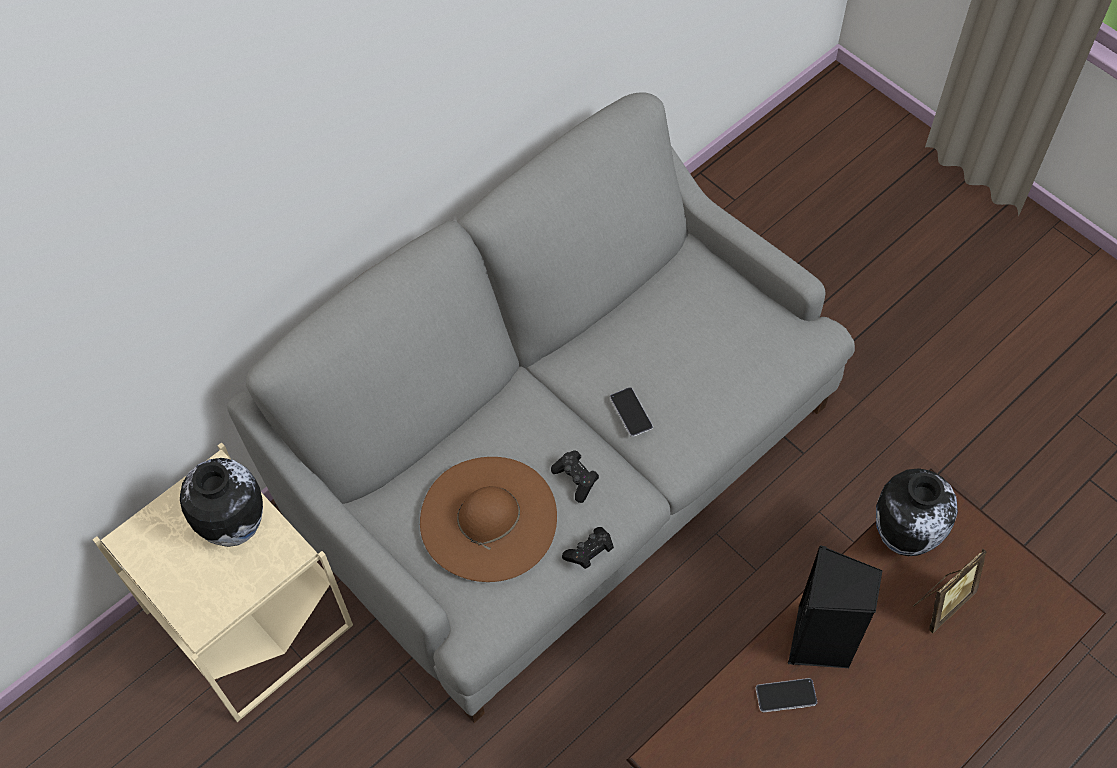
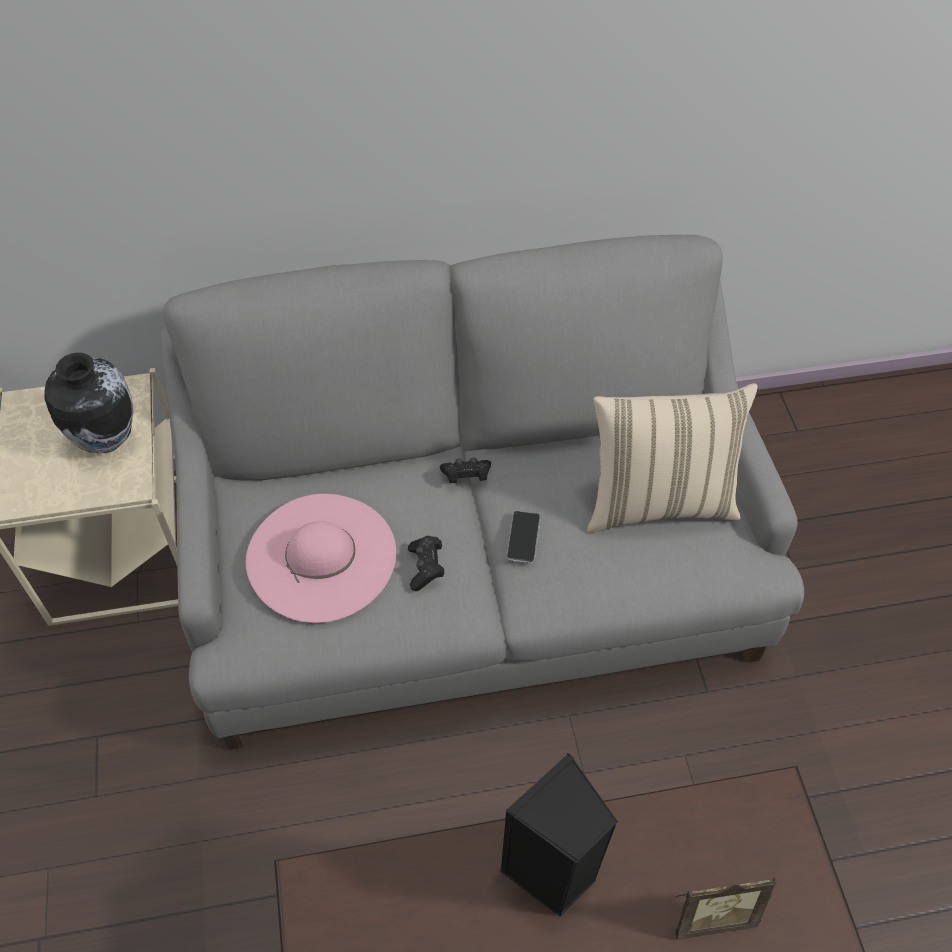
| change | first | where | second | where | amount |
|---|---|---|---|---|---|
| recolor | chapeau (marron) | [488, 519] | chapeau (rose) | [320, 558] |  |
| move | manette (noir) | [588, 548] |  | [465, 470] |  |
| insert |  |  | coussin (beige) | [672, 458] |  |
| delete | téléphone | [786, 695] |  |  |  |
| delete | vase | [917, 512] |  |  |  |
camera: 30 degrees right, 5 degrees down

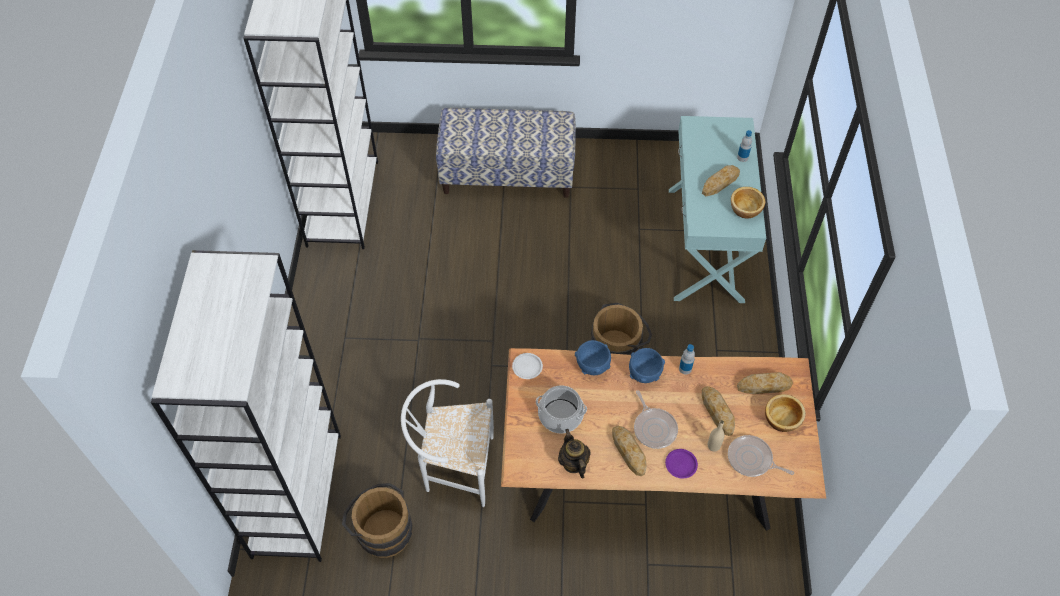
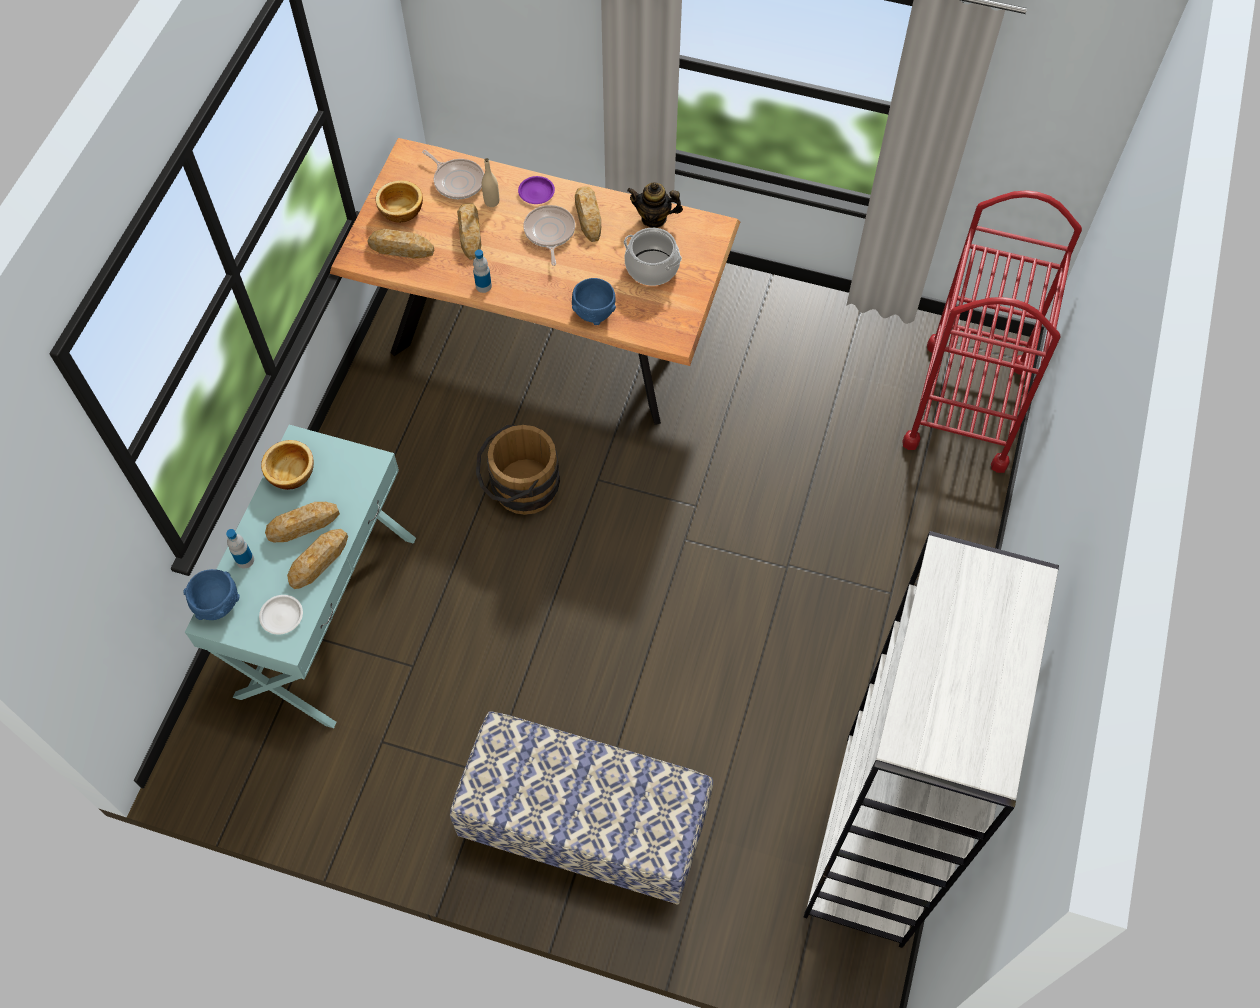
| change | first | where | second | where | amount |
|---|---|---|---|---|---|
| move | bol (bleu) | [647, 365] |  | [211, 594] |  |
| move | assiette (blanc) | [527, 366] |  | [281, 615] |  |
| insert |  |  | pain | [317, 559] |  |
| rotate | théière | [574, 453] |  | [655, 205] | 105 degrees clockwise |
| replace | bibliothèque (blanc) | [246, 406] | chariot (rouge) | [992, 331] |  |
| delete | seau (marron) | [377, 520] |  |  |  |
| delete | chaise (blanc) | [447, 443] |  |  |  |
camera: 165 degrees left, 5 degrees up

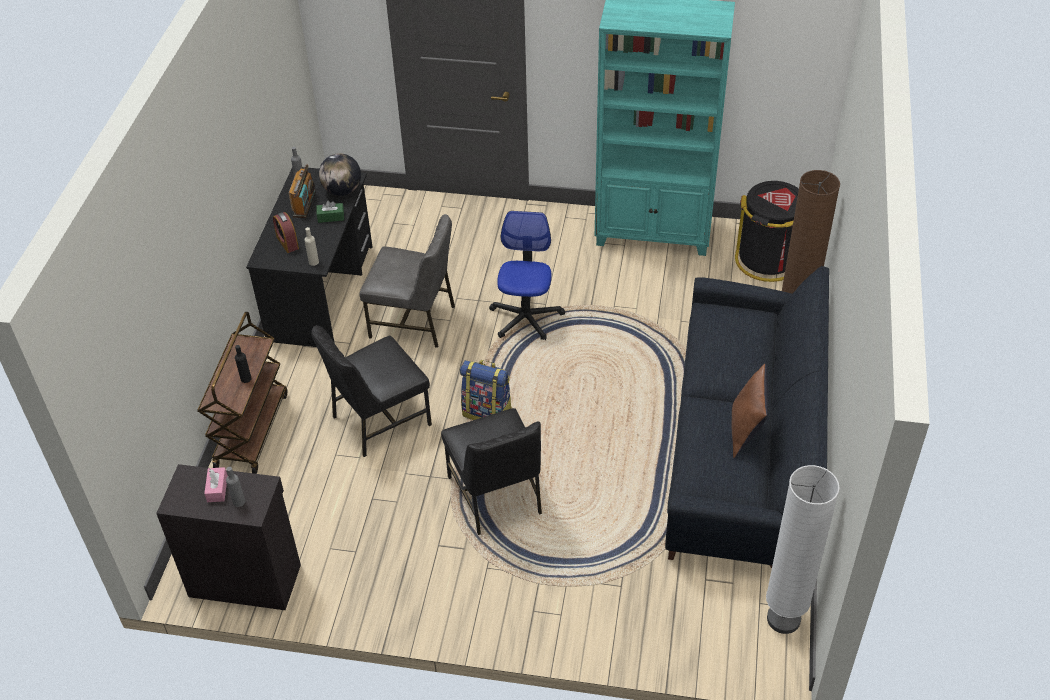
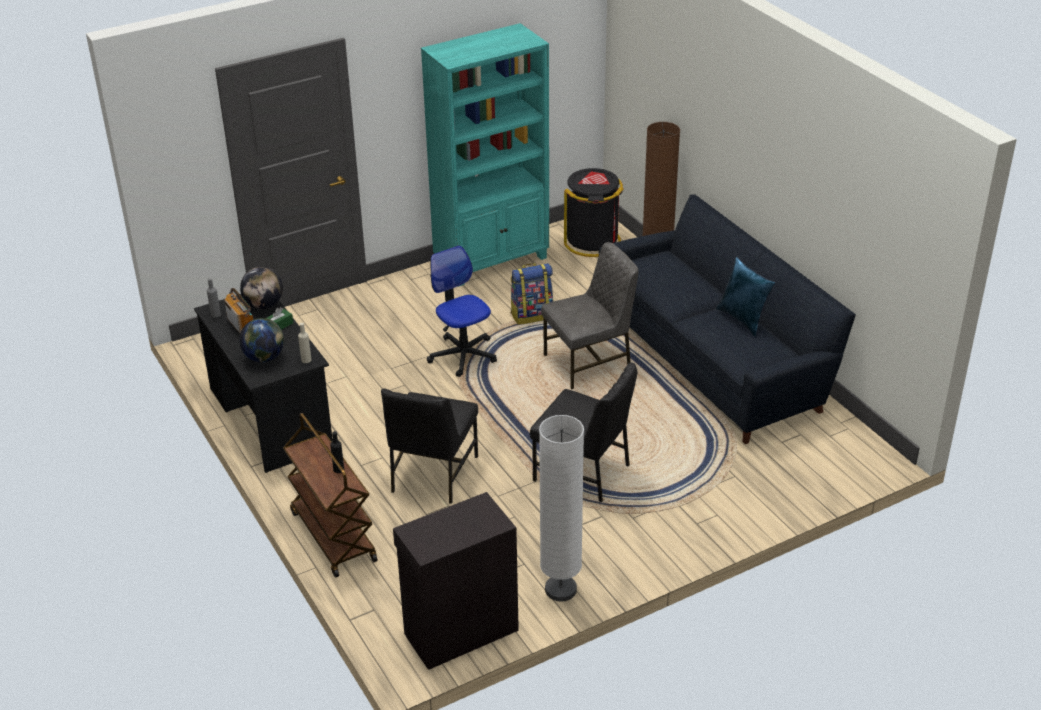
| change | first | where | second | where | amount |
|---|---|---|---|---|---|
| replace | réveil | [286, 232] | globe | [261, 340] |  |
| move | sac à dos | [486, 390] |  | [532, 294] |  |
| move | lampadaire (blanc) | [803, 549] |  | [561, 508] |  |
| move | chaise (gris) | [407, 281] |  | [590, 315] |  |
| recolor | coussin (marron) | [750, 411] | coussin (bleu) | [745, 297] |  |
| delete | boîte à mouchoirs (rose) | [216, 484] |  |  |  |
| delete | bouteille (gris) | [235, 487] |  |  |  |
camera: 40 degrees left, 10 degrees down

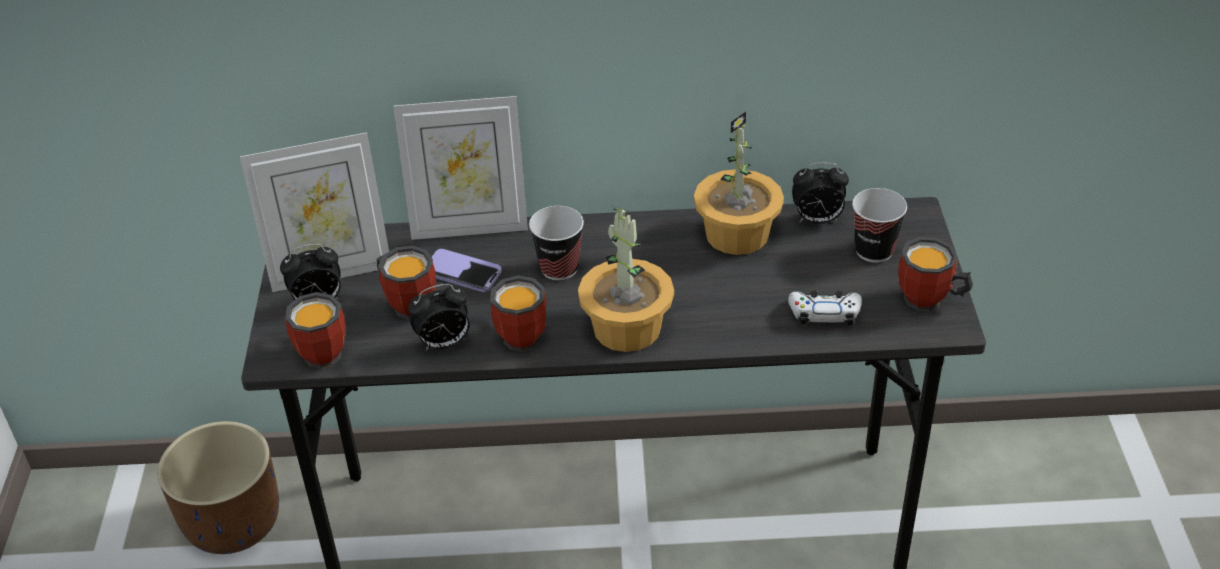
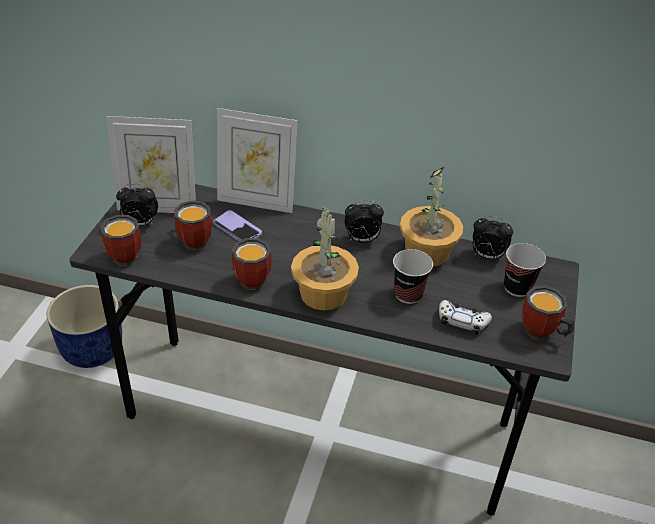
| change | first | where | second | where | amount |
|---|---|---|---|---|---|
| recolor | cache-pot (marron) | [218, 487] | cache-pot (bleu) | [84, 326] |  |
| move | réveil | [438, 317] |  | [364, 221] |  |
| move | tasse | [556, 243] |  | [413, 276] |  |
camera: 15 degrees right, 0 degrees up

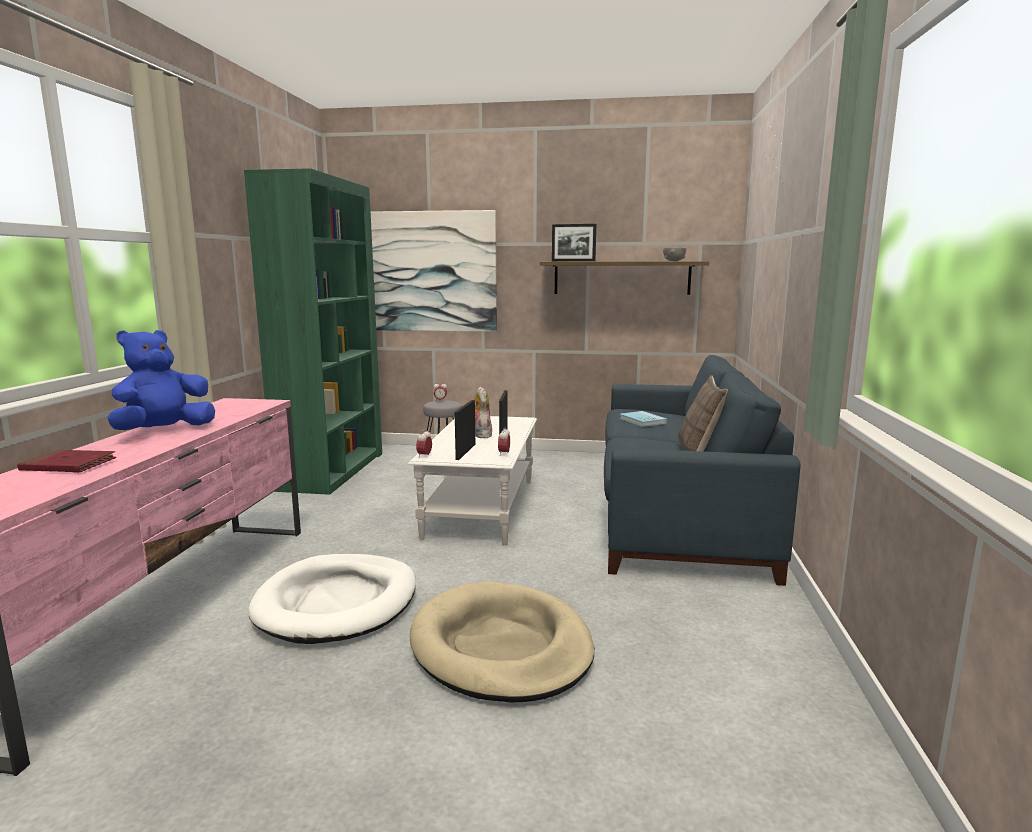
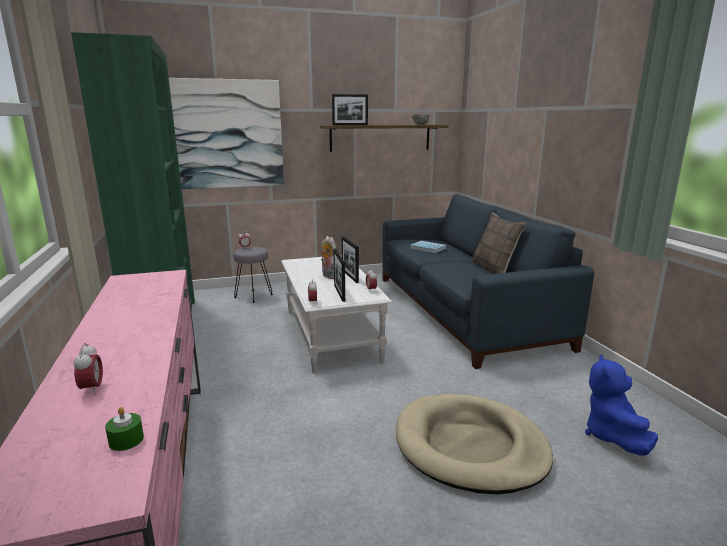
| change | first | where | second | where | amount |
|---|---|---|---|---|---|
| replace | livre (rouge) | [66, 461] | réveil | [88, 369] |  |
| insert |  |  | bougie (vert) | [124, 429] |  |
| move | peluche (bleu) | [161, 380] |  | [621, 405] |  |
| delete | panier pour chien (blanc) | [332, 599] |  |  |  |
camera: 25 degrees left, 5 degrees up

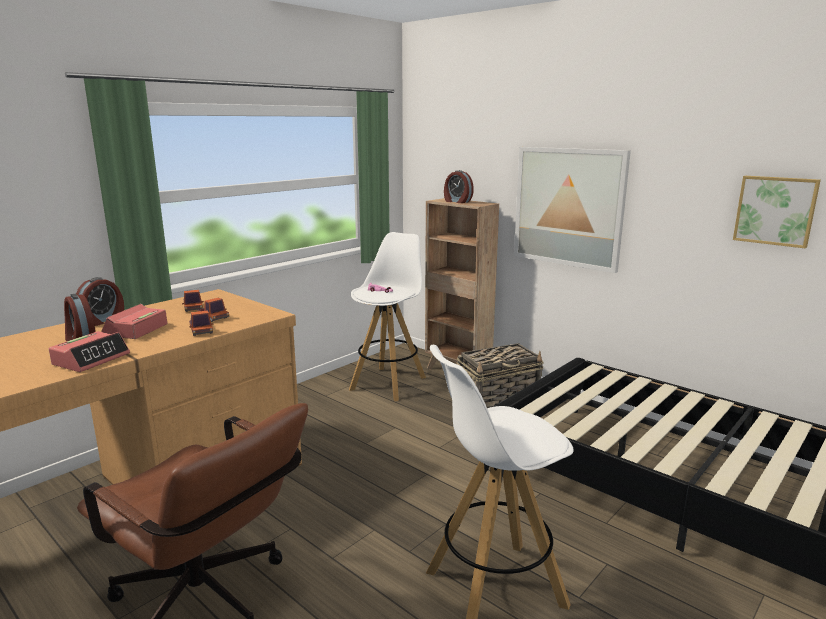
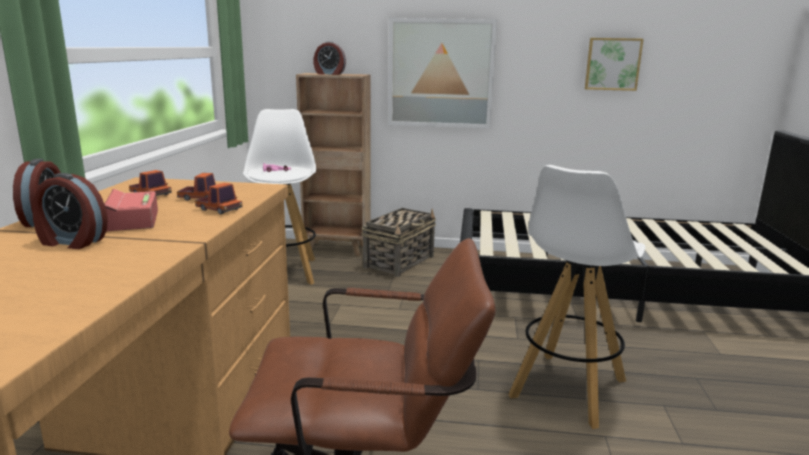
| change | first | where | second | where | amount |
|---|---|---|---|---|---|
| delete | réveil | [89, 351] |  |  |  |
camera: 35 degrees left, 0 degrees up

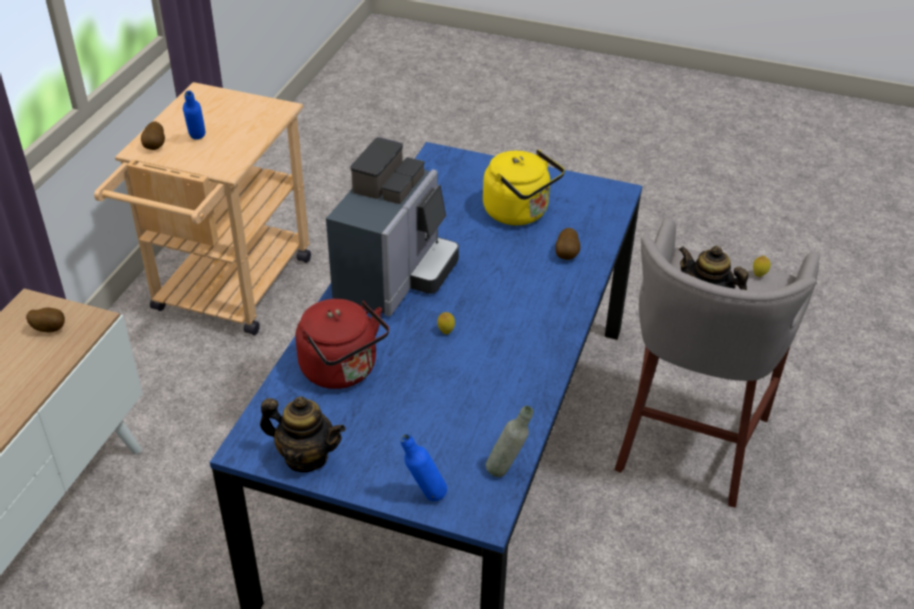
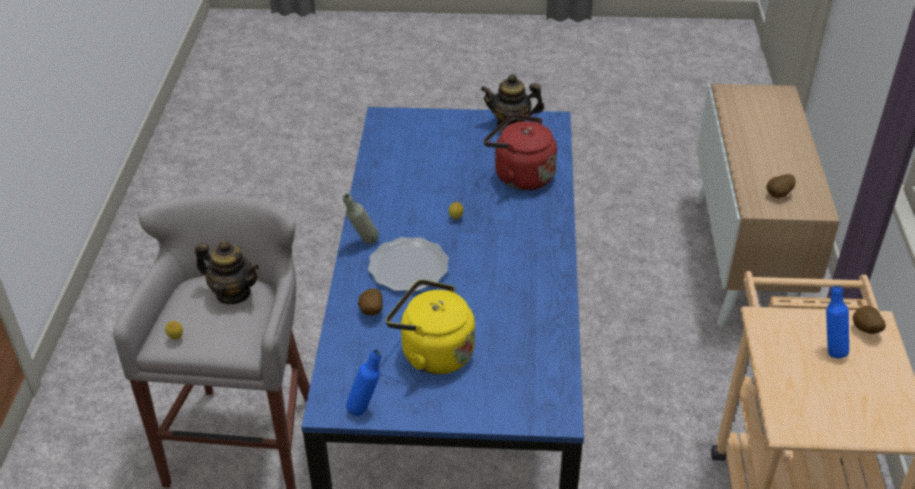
| change | first | where | second | where | amount |
|---|---|---|---|---|---|
| move | bouteille (gris) | [509, 441] |  | [361, 219] |  |
| move | bouteille (bleu) | [423, 467] |  | [363, 382] |  |
| insert |  |  | assiette | [408, 264] |  |
| delete | machine à café | [392, 226] |  |  |  |
camera: 165 degrees right, 0 degrees up

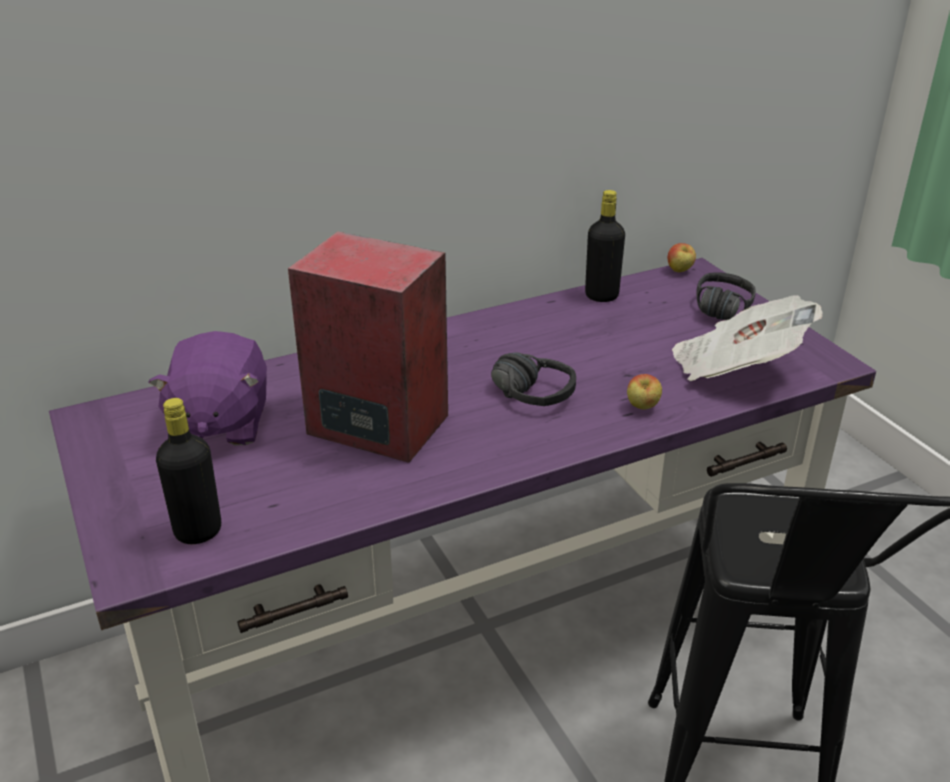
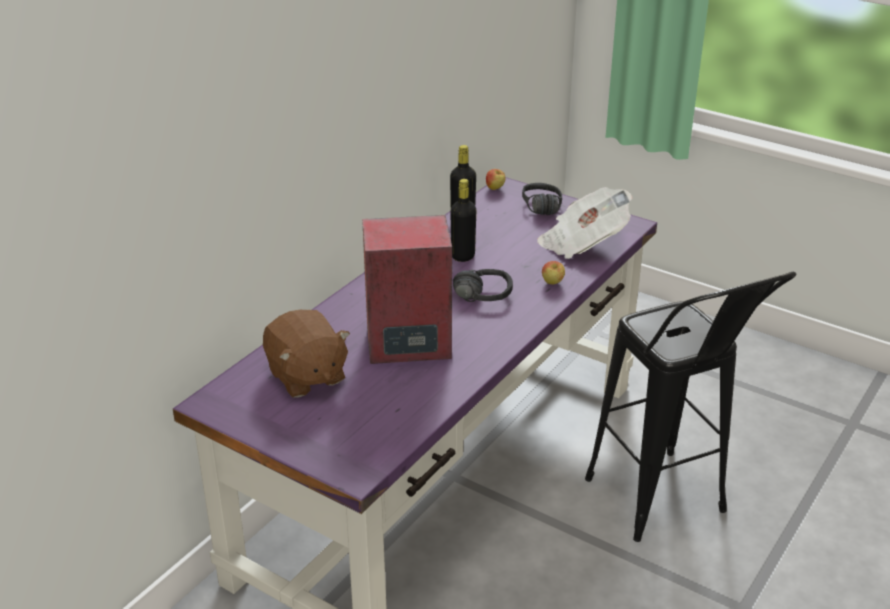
| change | first | where | second | where | amount |
|---|---|---|---|---|---|
| recolor | peluche (violet) | [207, 388] | peluche (marron) | [306, 354] |  |
| move | bouteille (noir) | [188, 471] |  | [463, 220] |  |
camera: 30 degrees left, 0 degrees up

